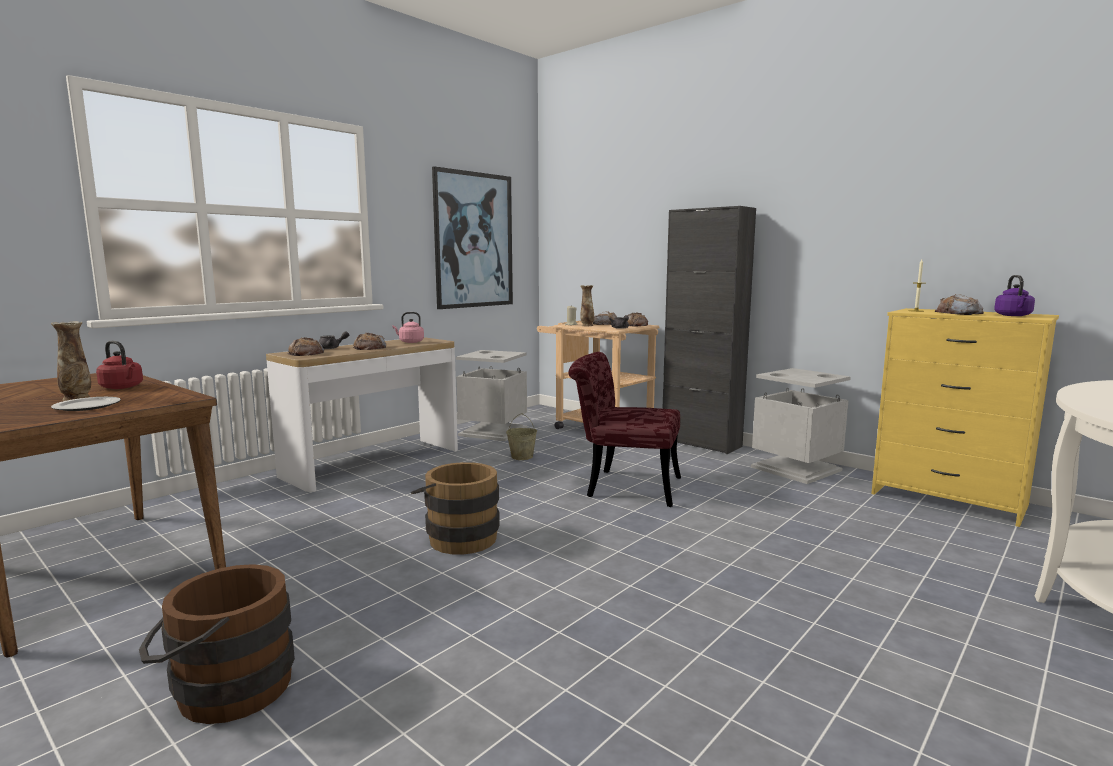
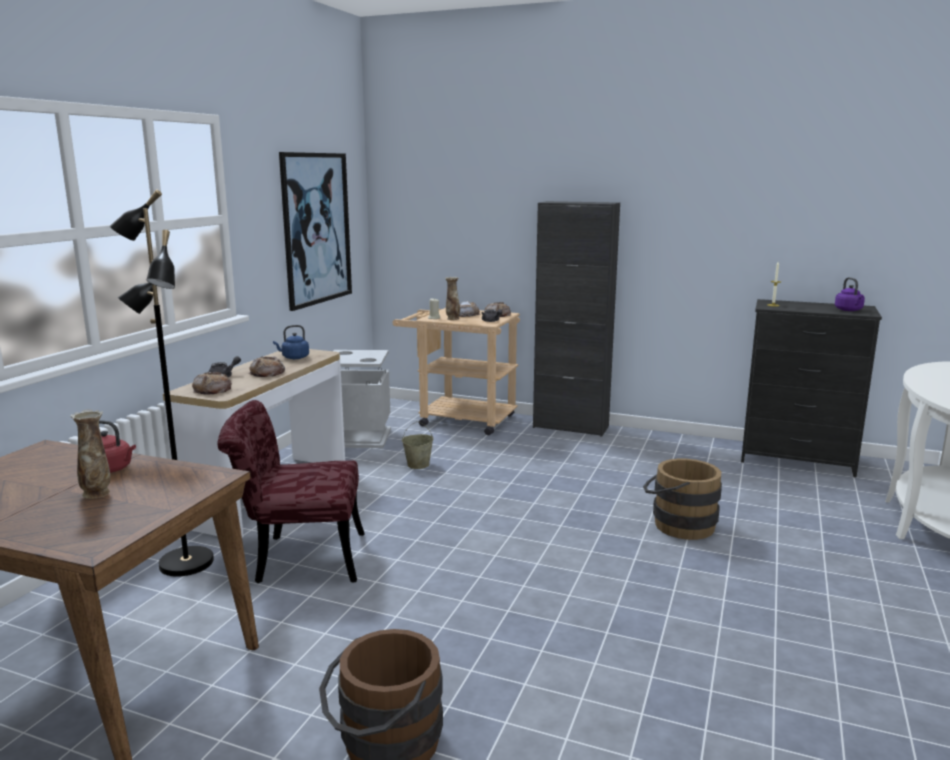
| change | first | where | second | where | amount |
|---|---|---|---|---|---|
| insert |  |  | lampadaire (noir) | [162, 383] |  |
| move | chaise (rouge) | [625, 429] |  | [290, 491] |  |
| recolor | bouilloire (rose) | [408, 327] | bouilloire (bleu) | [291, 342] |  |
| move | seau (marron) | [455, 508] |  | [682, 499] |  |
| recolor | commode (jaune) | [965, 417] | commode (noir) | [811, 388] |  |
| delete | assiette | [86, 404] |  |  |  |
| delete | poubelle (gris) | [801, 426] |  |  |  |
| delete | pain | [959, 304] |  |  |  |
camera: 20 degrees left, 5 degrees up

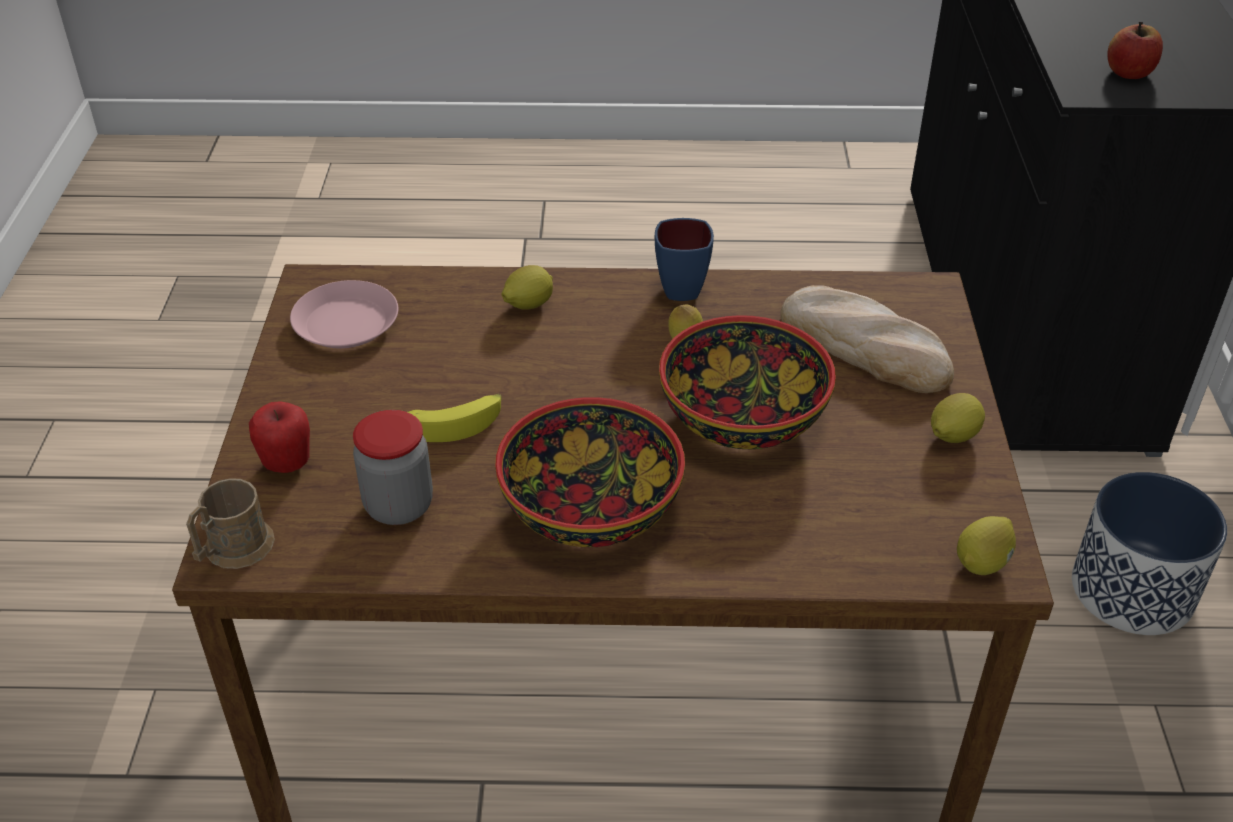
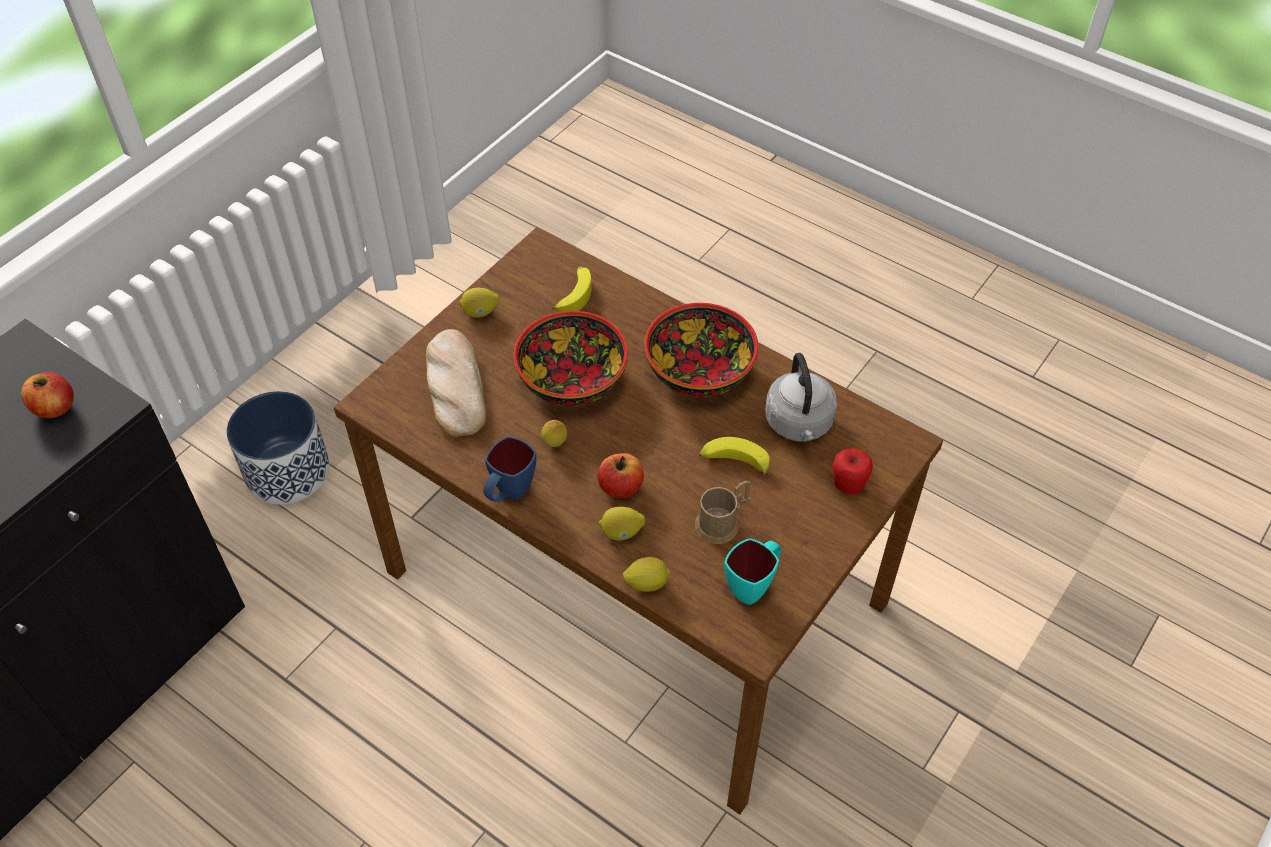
| change | first | where | second | where | amount |
|---|---|---|---|---|---|
| insert |  |  | banane | [572, 289] |  |
| insert |  |  | pomme | [620, 475] |  |
| move | citron | [986, 545] |  | [647, 574] |  |
| move | mug (marron) | [230, 523] |  | [723, 512] |  |
| replace | assiette (rose) | [344, 314] | mug (turquoise) | [753, 571] |  |
| replace | bocal | [393, 467] | bouilloire (gris) | [801, 397] |  |
camera: 145 degrees left, 10 degrees up

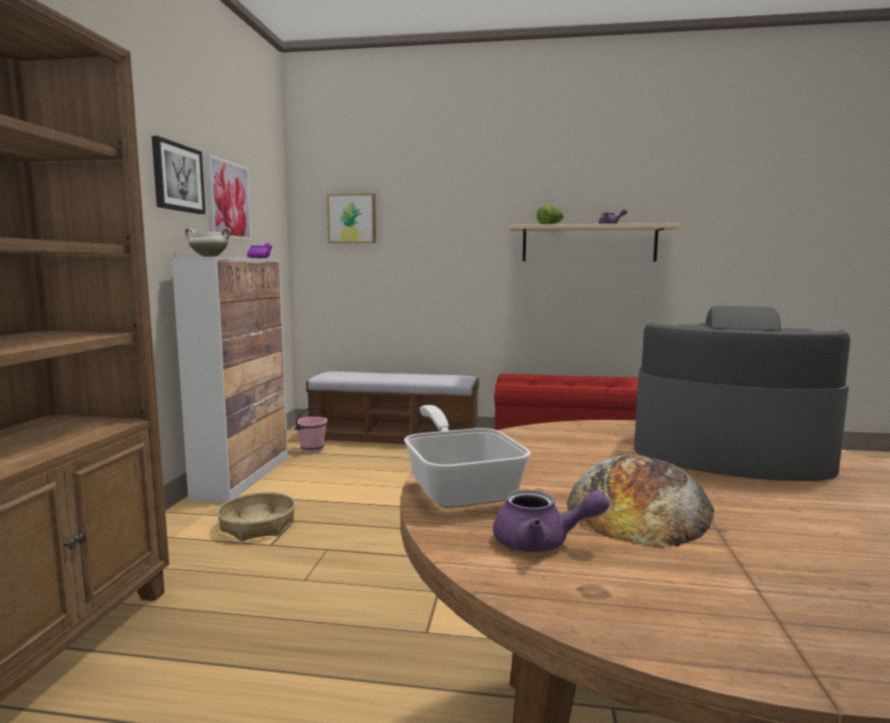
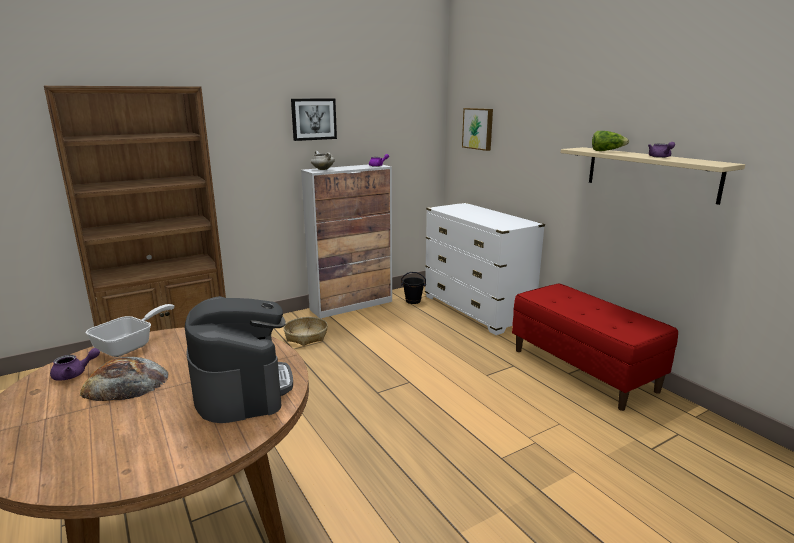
| change | first | where | second | where | amount |
|---|---|---|---|---|---|
| rotate | théière (violet) | [551, 521] |  | [75, 364] | 90 degrees counterclockwise |
| recolor | seau (rose) | [311, 430] | seau (noir) | [413, 288] |  |
| replace | banc | [392, 407] | commode (blanc) | [485, 269] |  |
| delete | tableau | [229, 197] |  |  |  |
camera: 50 degrees right, 10 degrees up

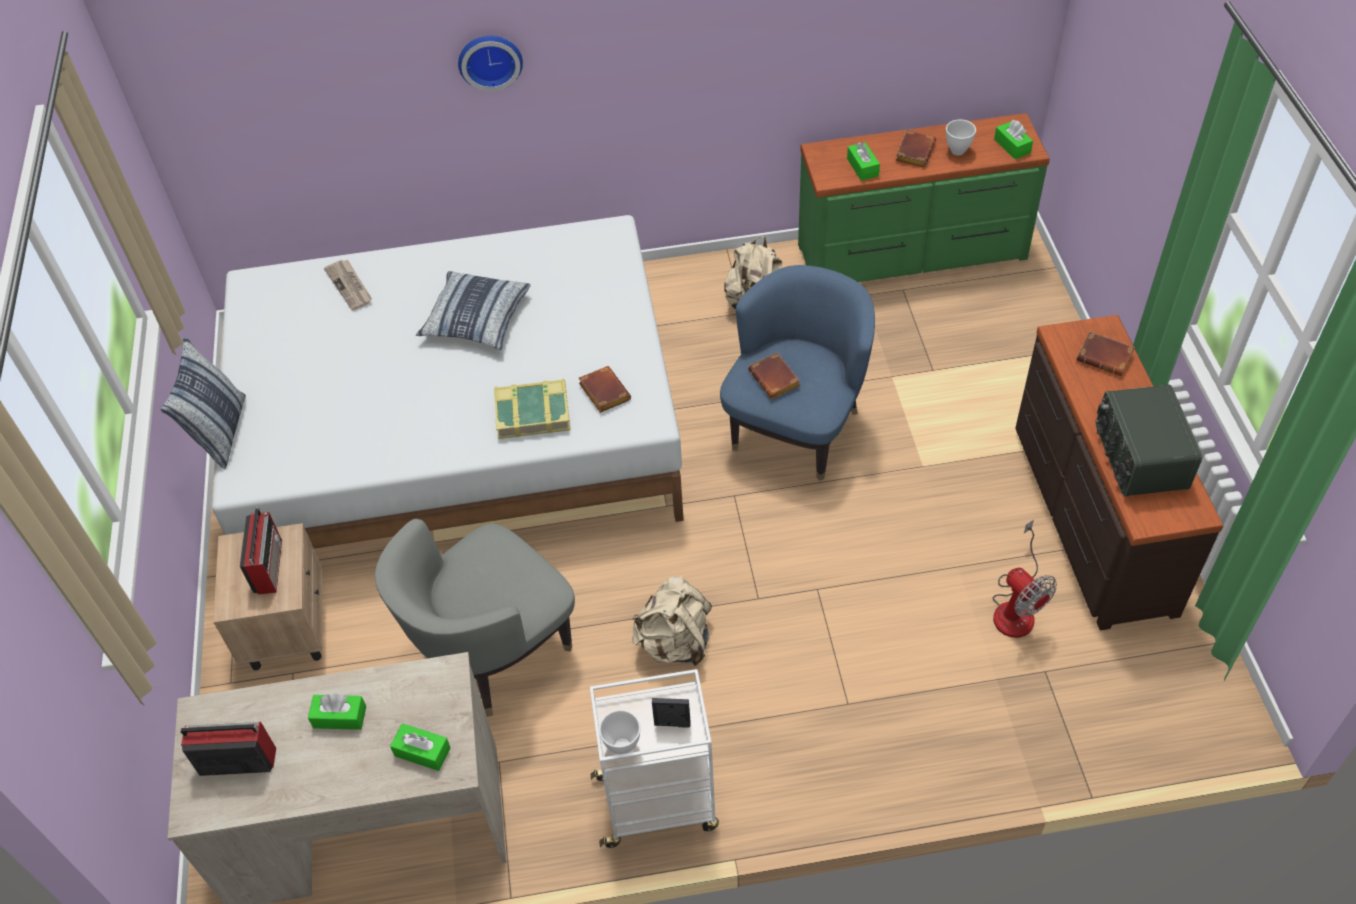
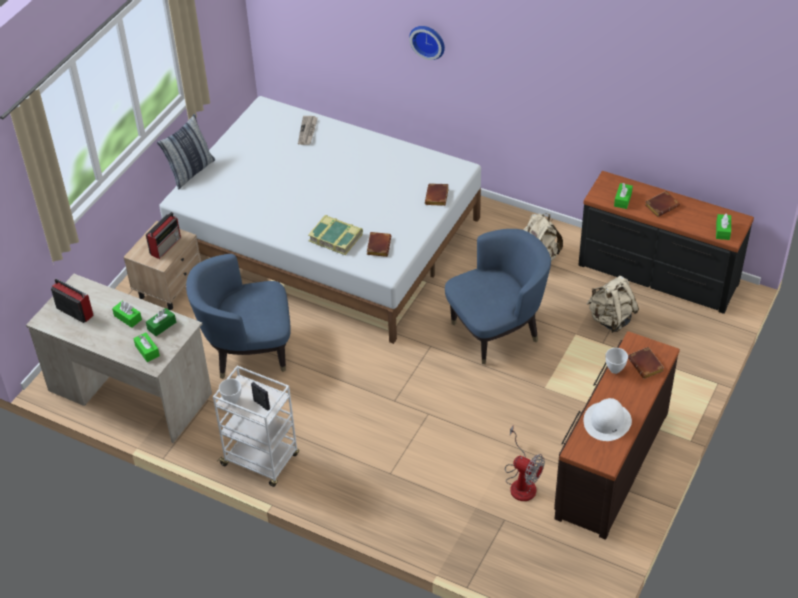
| change | first | where | second | where | amount |
|---|---|---|---|---|---|
| insert |  |  | boîte à mouchoirs (vert) | [161, 322] |  |
| recolor | fauteuil (gris) | [475, 618] | fauteuil (bleu) | [238, 316] |  |
| move | livre (marron) | [774, 376] |  | [437, 194] |  |
| rotate | ventilateur | [1025, 579] |  | [525, 463] | 60 degrees counterclockwise |
| recolor | commode (vert) | [924, 197] | commode (noir) | [666, 242] |  |
| replace | radio | [1149, 440] | chapeau (blanc) | [607, 419] |  |
| move | sac à dos (beige) | [672, 621] |  | [613, 304] |  |
| move | bol (blanc) | [961, 138] |  | [616, 361] |  |
| delete | coussin | [473, 310] |  |  |  |
camera: 35 degrees right, 5 degrees down

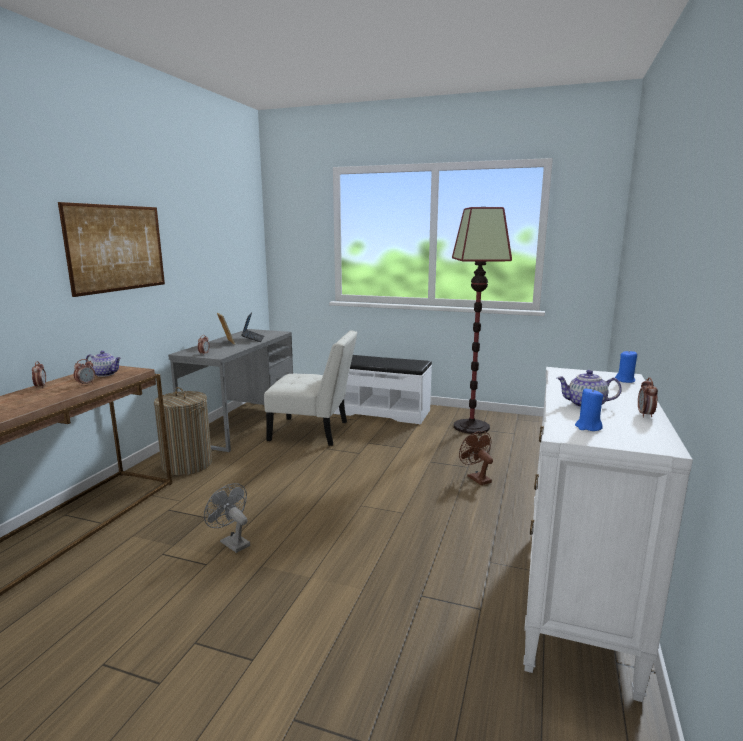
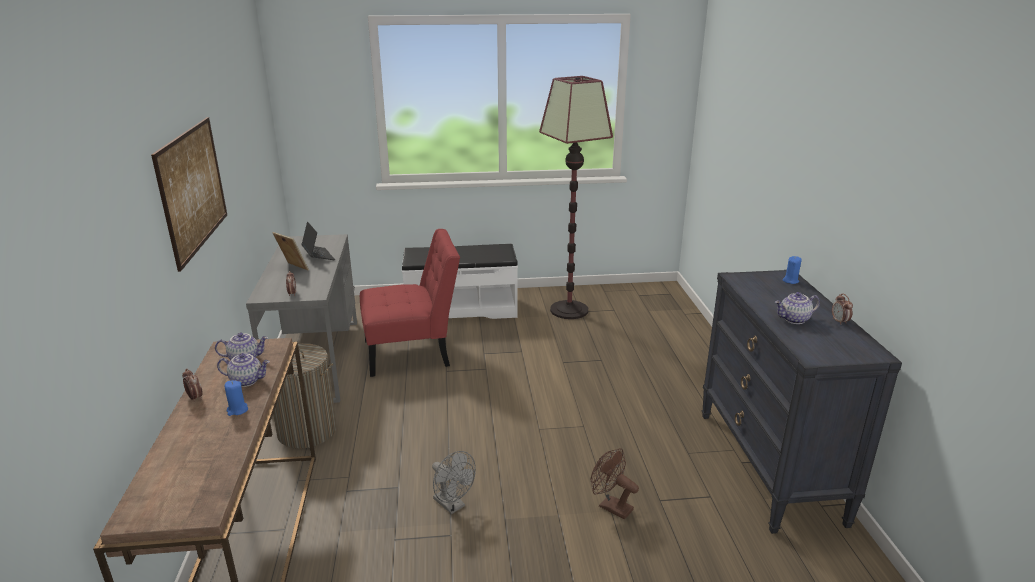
| change | first | where | second | where | amount |
|---|---|---|---|---|---|
| replace | réveil | [84, 372] | théière | [243, 370] |  |
| move | bougie (bleu) | [589, 409] |  | [236, 398] |  |
| recolor | chaise (blanc) | [310, 388] | chaise (rouge) | [410, 303] |  |
| rotate | ventilateur (gris) | [227, 518] |  | [454, 482] | 150 degrees counterclockwise |
| move | ventilateur (marron) | [476, 458] |  | [615, 484] |  |
| recolor | commode (blanc) | [608, 534] | commode (noir) | [802, 402] |  |
camera: 25 degrees left, 10 degrees up

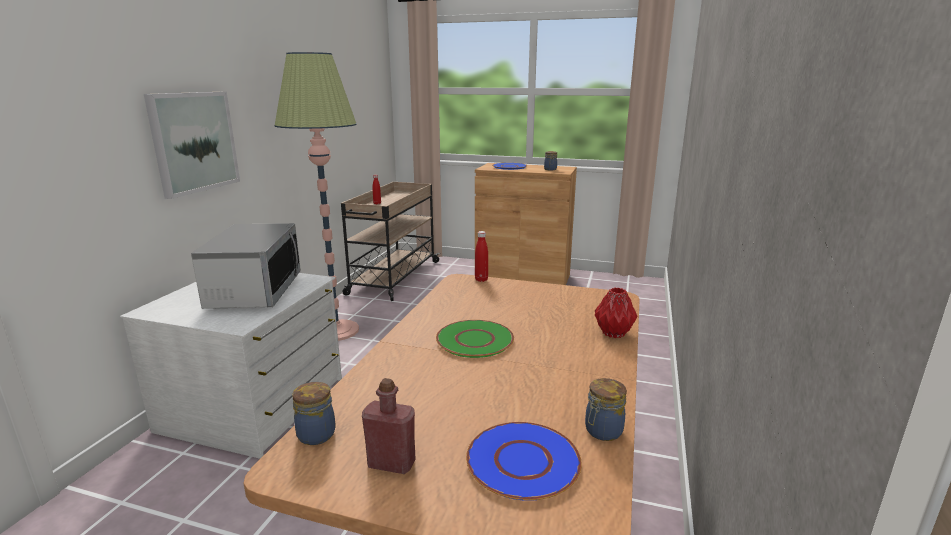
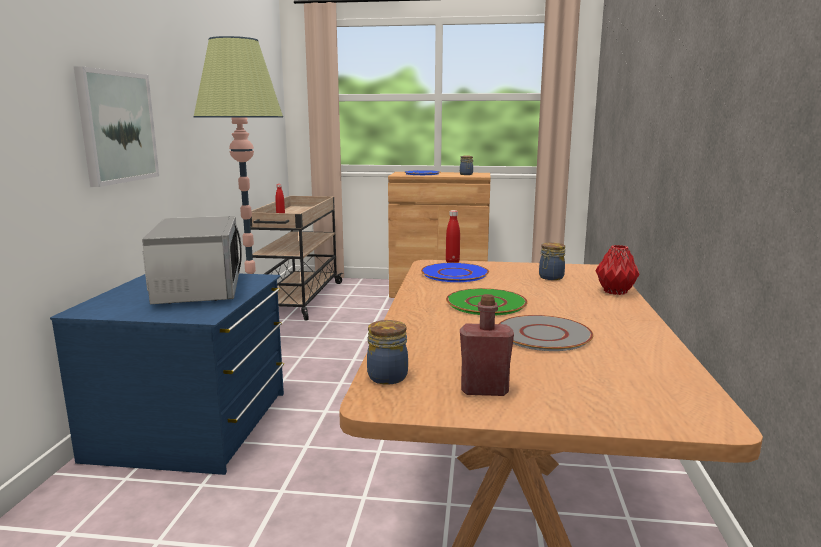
| change | first | where | second | where | amount |
|---|---|---|---|---|---|
| recolor | commode (blanc) | [231, 366] | commode (bleu) | [167, 374] |  |
| move | assiette (bleu) | [524, 461] |  | [455, 272] |  |
| insert |  |  | assiette (gris) | [546, 333] |  |
| move | bocal | [606, 409] |  | [552, 261] |  |
camera: 10 degrees left, 5 degrees down

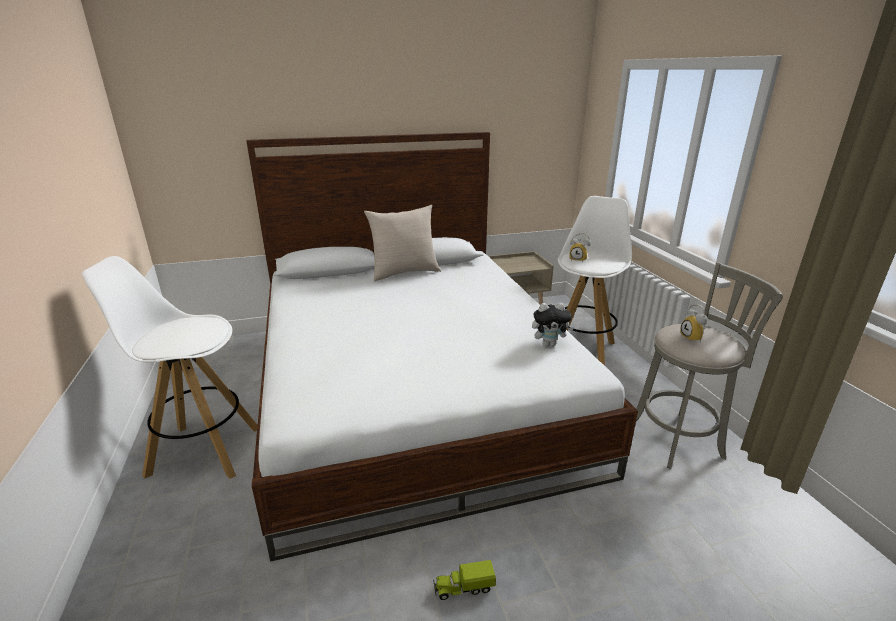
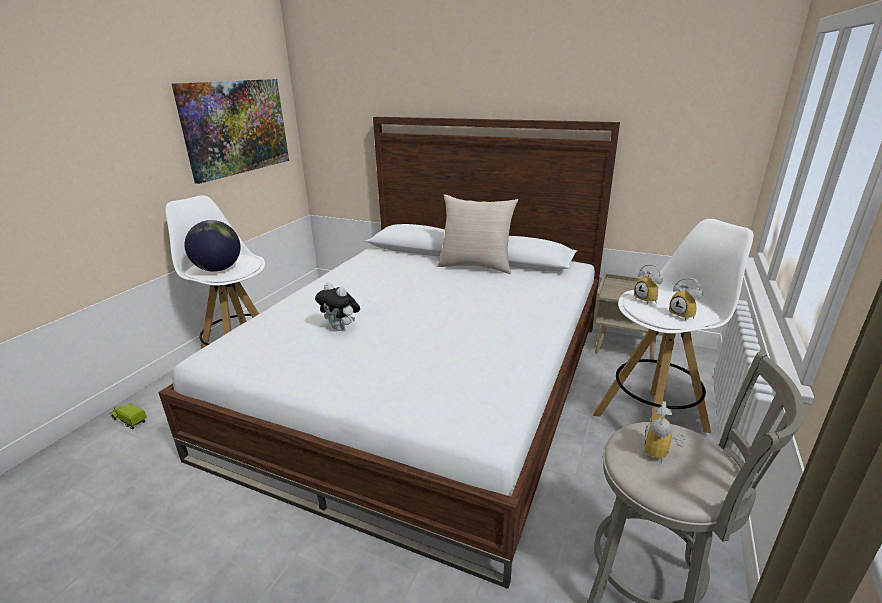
| change | first | where | second | where | amount |
|---|---|---|---|---|---|
| move | camion jouet | [464, 580] |  | [128, 416] |  |
| insert |  |  | tableau | [230, 131] |  |
| insert |  |  | globe | [213, 246] |  |
| move | peluche | [552, 324] |  | [337, 307] |  |
| insert |  |  | réveil | [686, 299] |  |
camera: 40 degrees right, 0 degrees up

